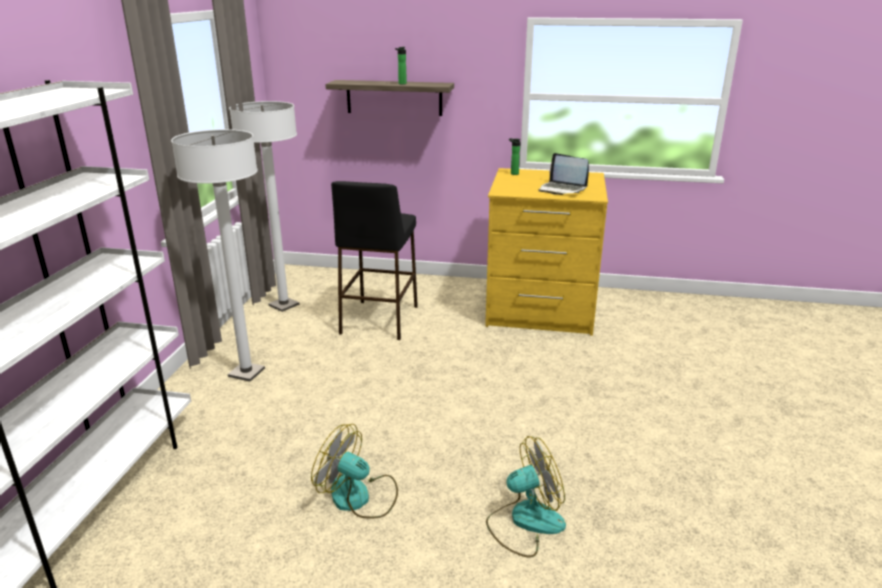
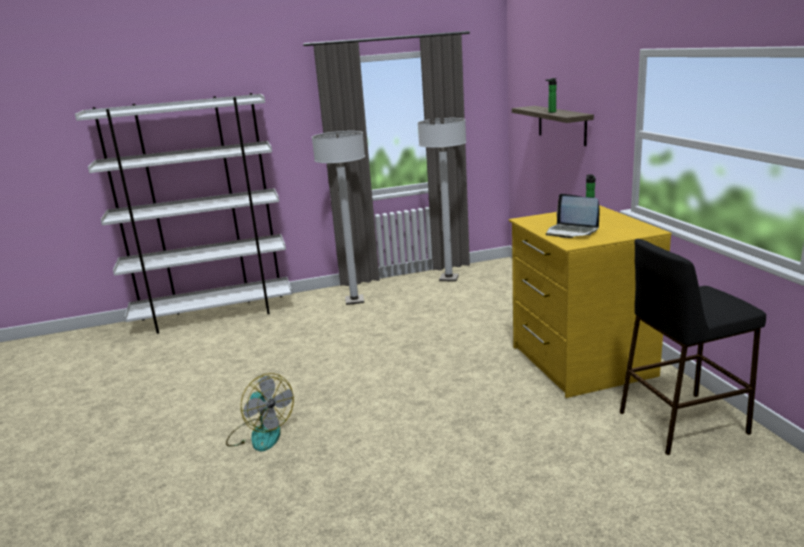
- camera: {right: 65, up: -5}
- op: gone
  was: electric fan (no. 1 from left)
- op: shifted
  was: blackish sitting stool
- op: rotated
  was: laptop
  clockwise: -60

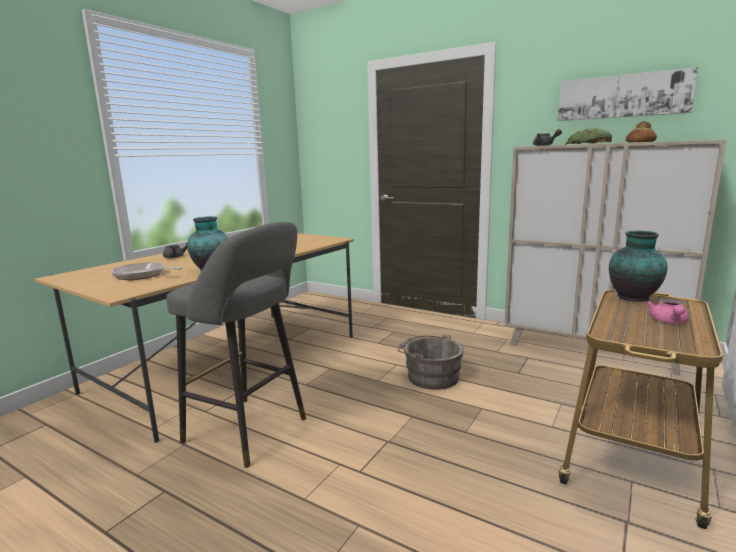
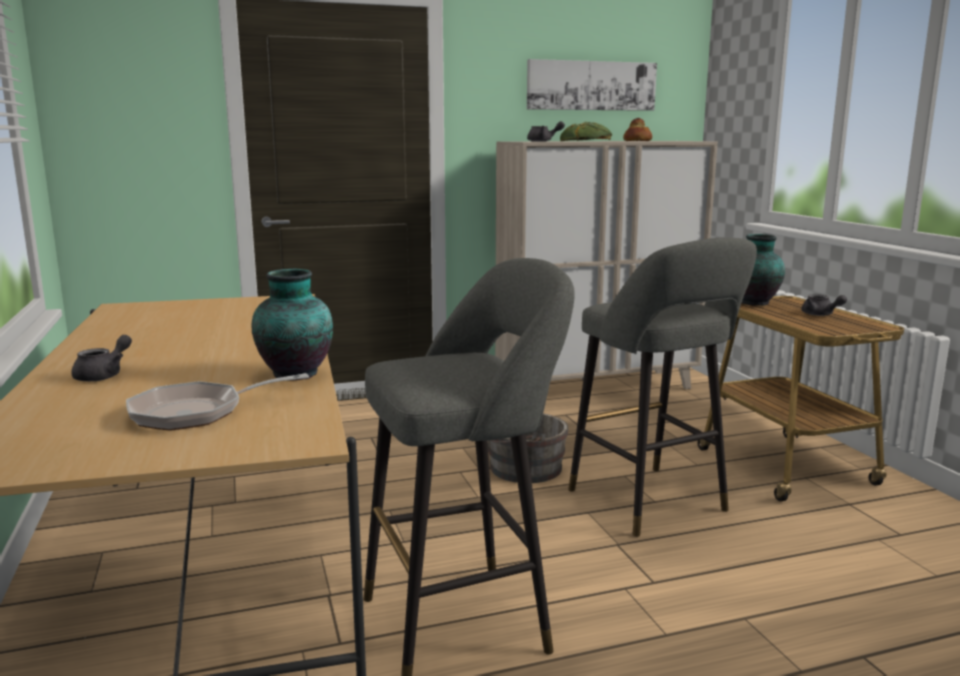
- camera: {right: -50, up: 0}
- op: repainted
  was: pink-coloured pot for tea
  now: grey pot for tea (no. 3 from left)
- op: new
  now: grey sitting stool (no. 2 from left)

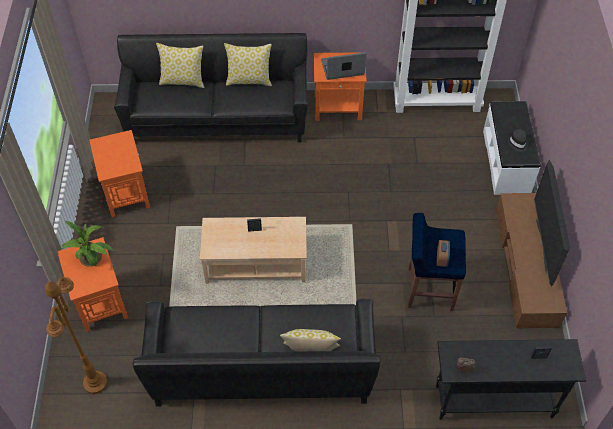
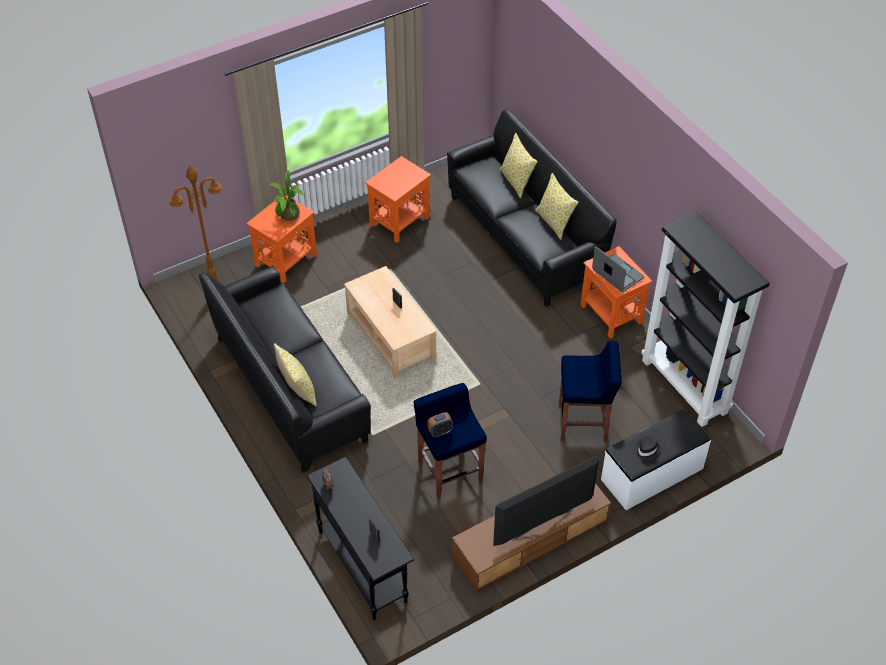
- camera: {right: 60, up: -5}
- op: new
  now: blue sitting stool (no. 2 from left)

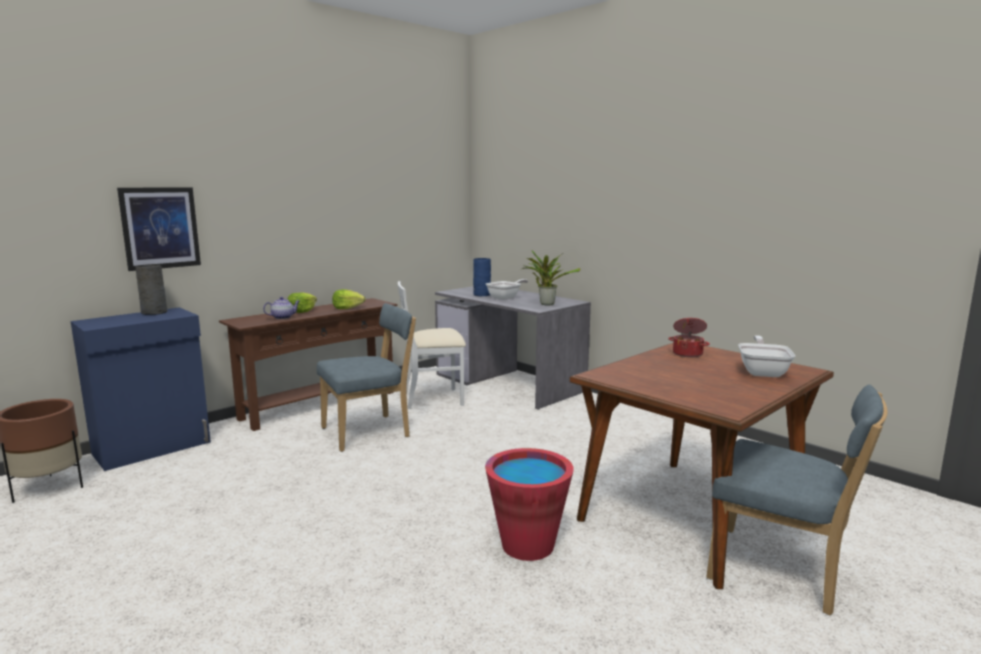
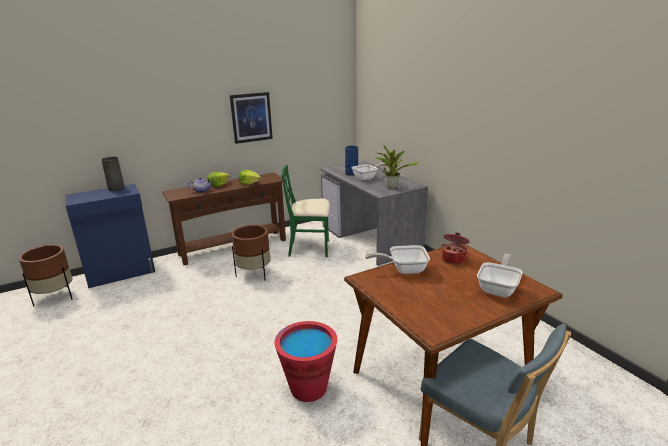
- camera: {right: 15, up: 10}
- op: shifted
  was: wall picture
- op: swapped
  was: blue chair (no. 1 from left)
  now: brown-coloured planter (no. 2 from left)
- op: repainted
  was: whitish chair
  now: greenish chair
- op: new
  now: skillet (no. 2 from left)

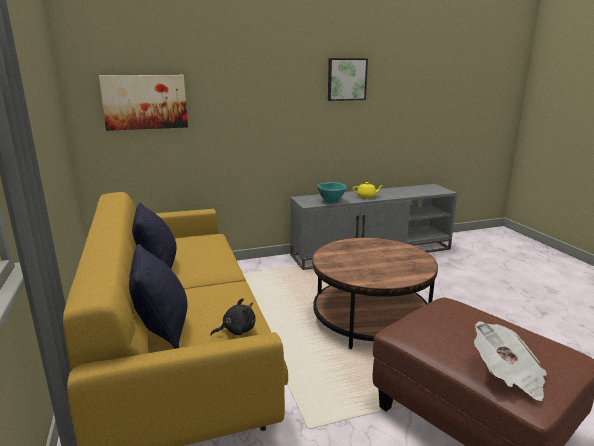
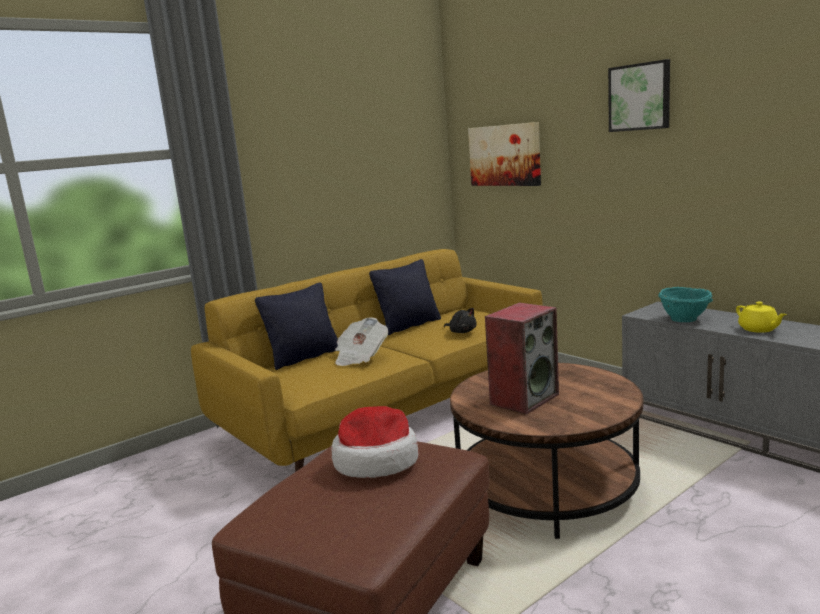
- camera: {right: 70, up: -5}
- op: shifted
  was: blackish soft toy
- op: shifted
  was: wall picture (no. 2 from left)
- op: shifted
  was: daily paper
- op: new
  now: hat
- op: new
  now: audio speaker

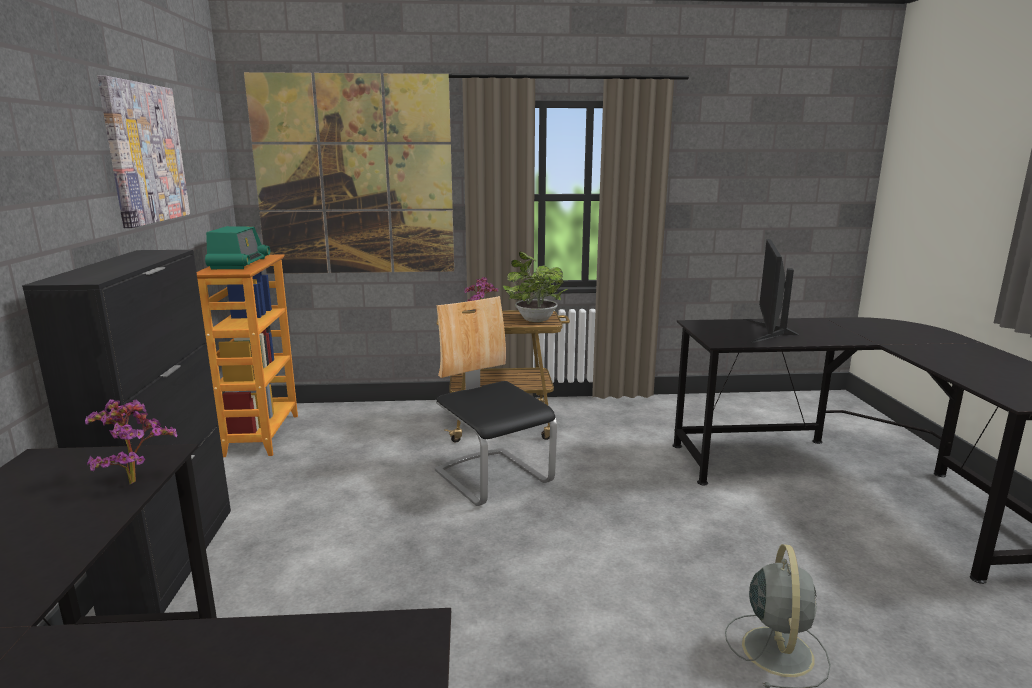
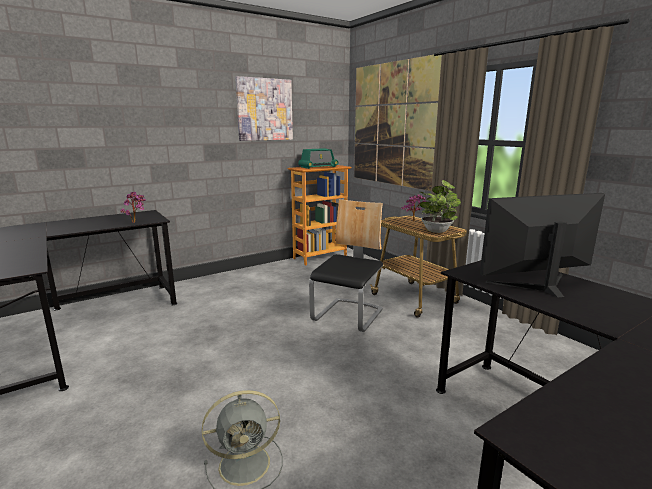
- camera: {right: 60, up: 0}
- op: gone
  was: blackish cupboard

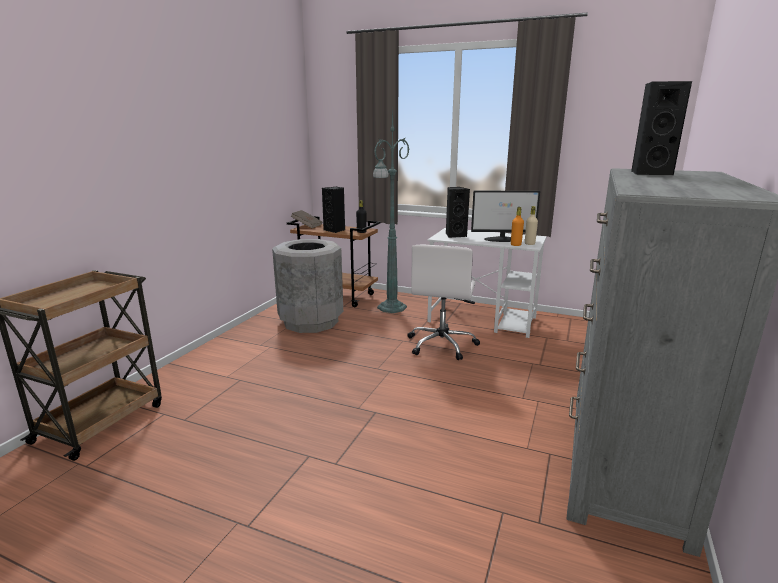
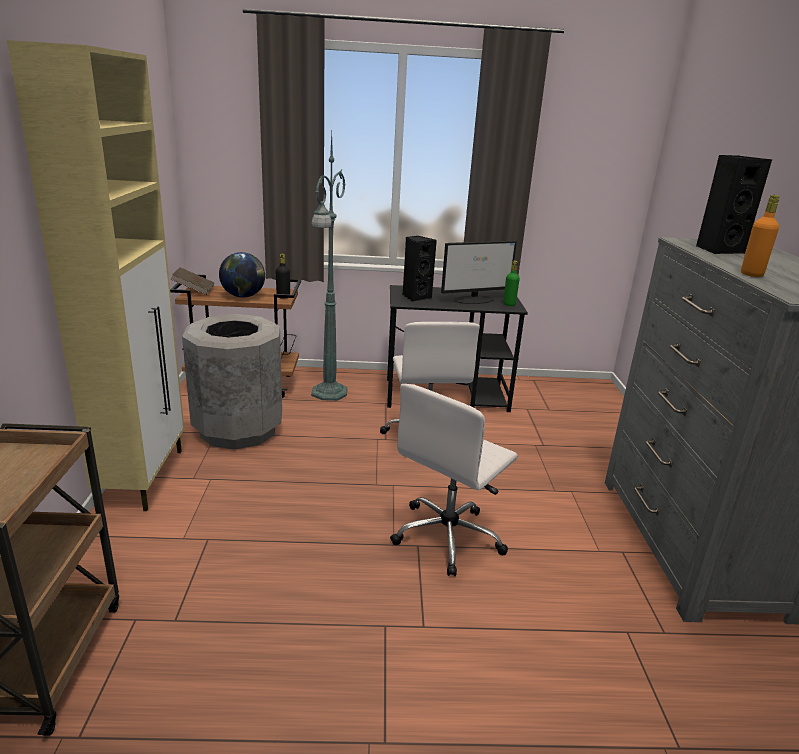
- camera: {right: -25, up: 5}
- op: swapped
  was: blackish audio speaker (no. 1 from left)
  now: globe
- op: repainted
  was: whitish desk
  now: blackish desk
- op: shifted
  was: orange bottle
- op: repainted
  was: sand-coloured bottle
  now: greenish bottle
- op: new
  now: sand-coloured cupboard
- op: new
  now: whitish office chair (no. 2 from left)

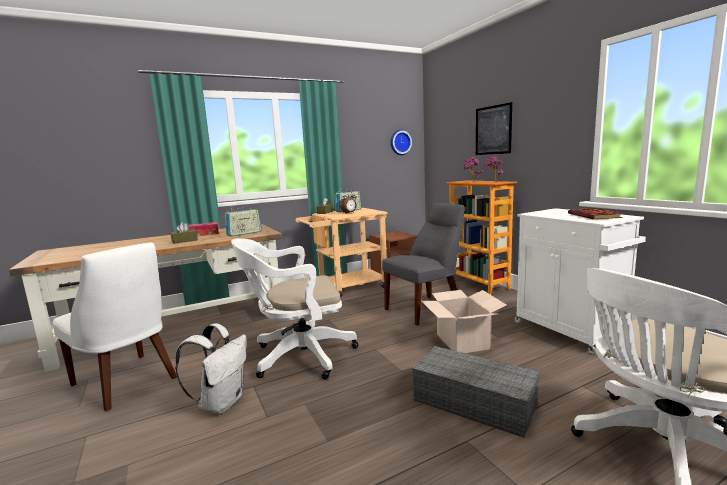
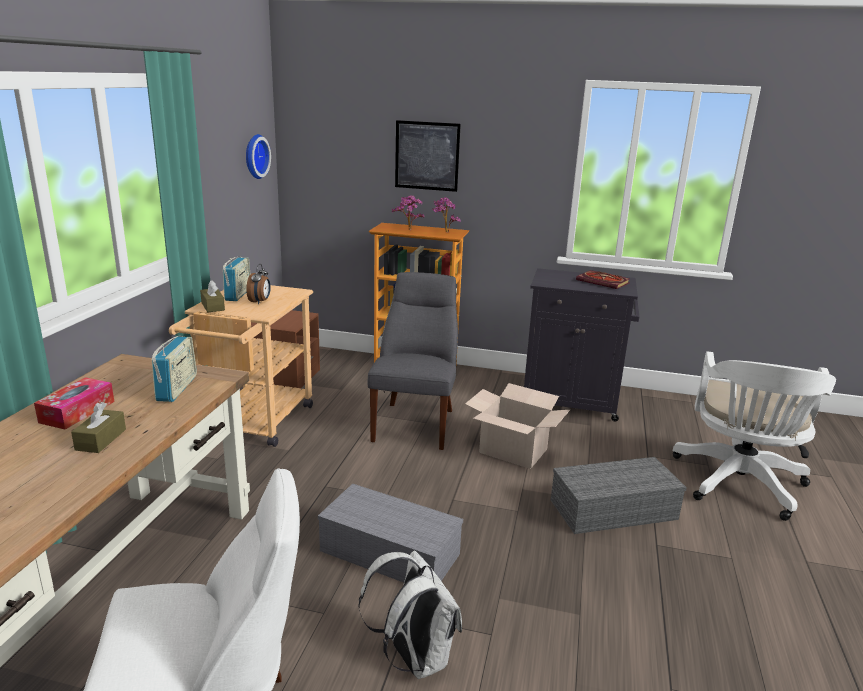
- camera: {right: -50, up: 10}
- op: swapped
  was: whitish office chair (no. 1 from left)
  now: grey storage bin (no. 1 from left)
- op: repainted
  was: whitish cupboard
  now: blackish cupboard

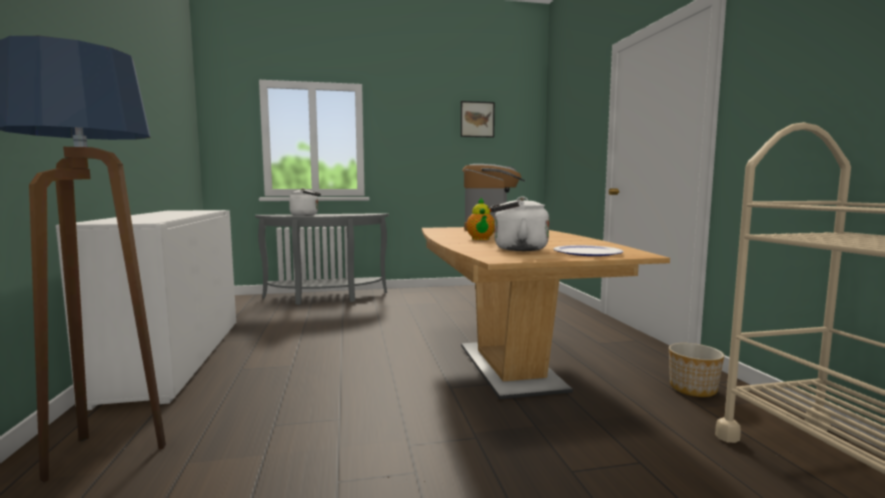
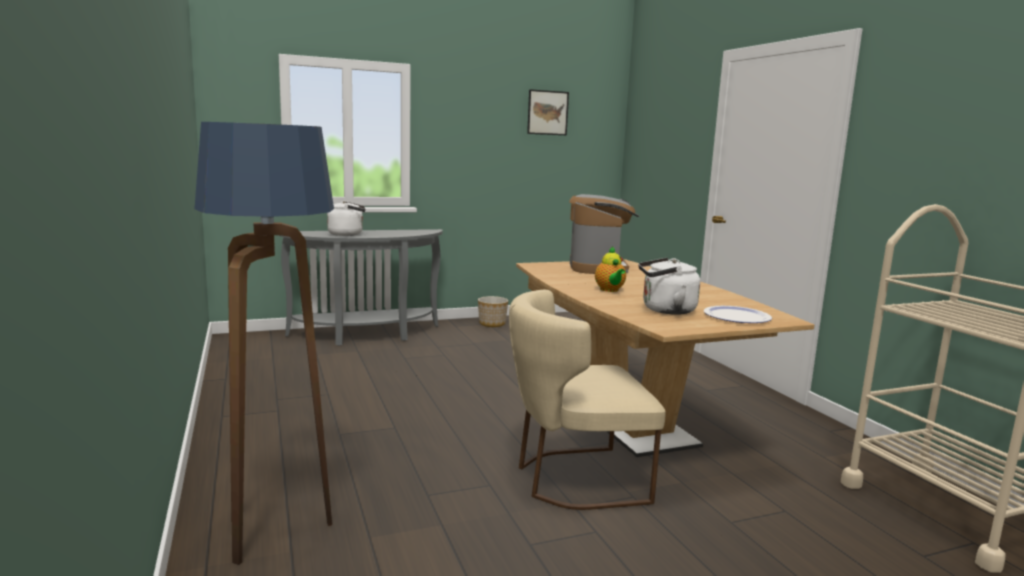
- camera: {right: -10, up: 5}
- op: gone
  was: whitish cupboard
- op: shifted
  was: planter
- op: new
  now: sand-coloured chair

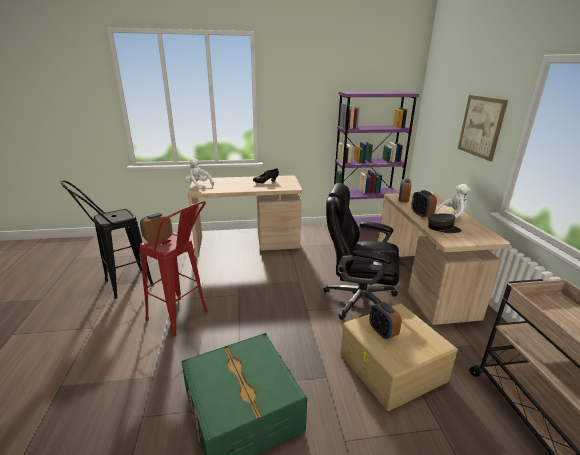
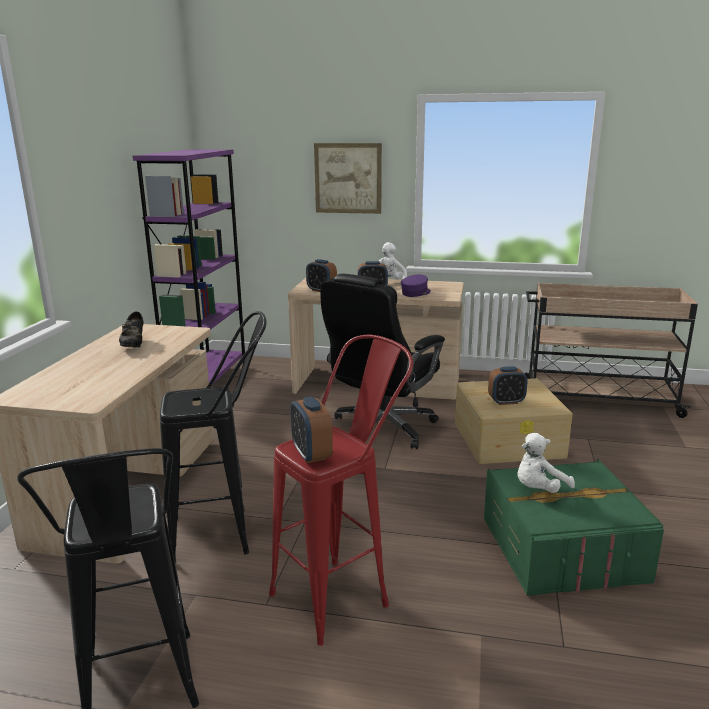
- camera: {right: -70, up: -5}
- op: shifted
  was: whitish soft toy (no. 1 from left in the first image)
  now: whitish soft toy (no. 2 from left)
- op: repainted
  was: grey baseball cap
  now: purple-coloured baseball cap
- op: new
  now: blackish sitting stool (no. 2 from left)

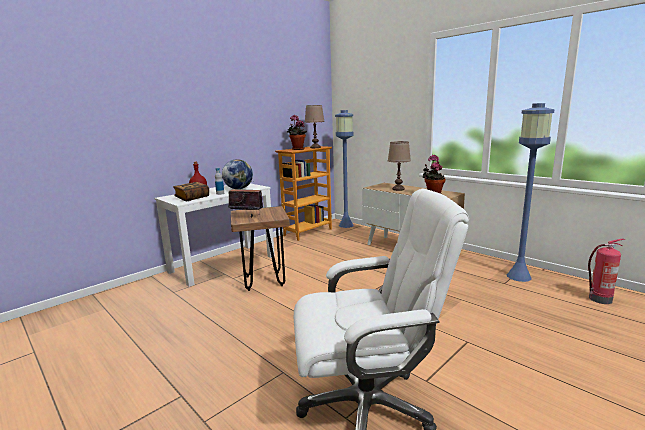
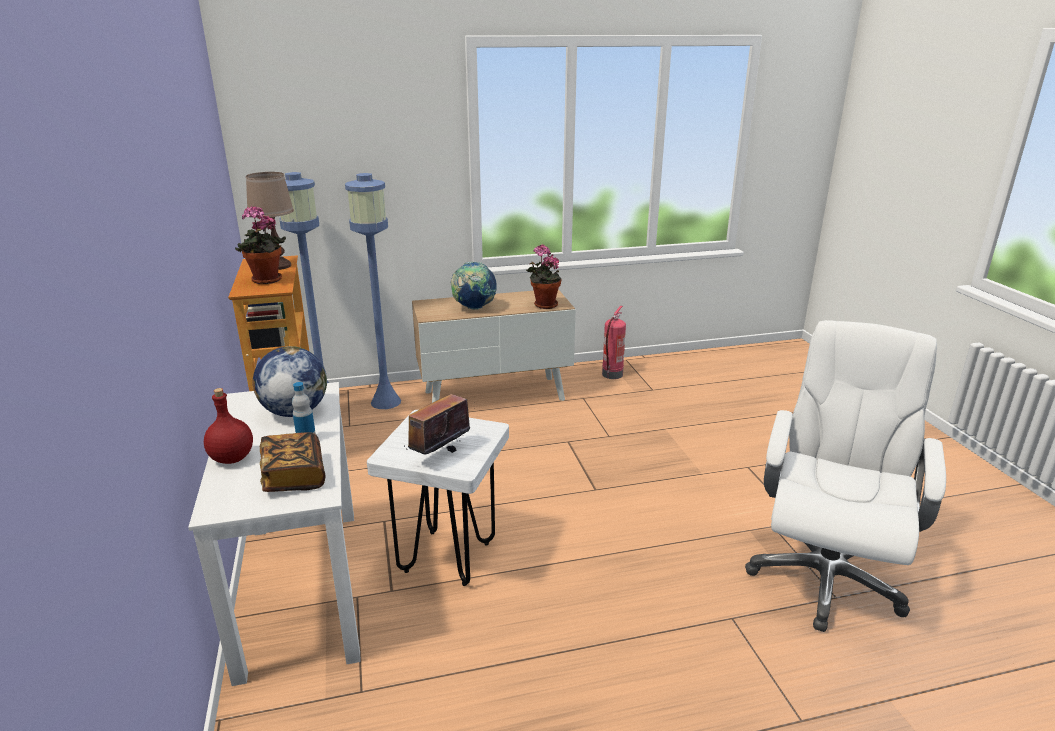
- camera: {right: -60, up: 10}
- op: repainted
  was: brown-coloured sitting stool
  now: whitish sitting stool
- op: swapped
  was: brown-coloured tabletop lamp (no. 2 from left)
  now: globe (no. 2 from left)
- op: shifted
  was: blue floor lamp (no. 2 from left)
- op: shifted
  was: extinguisher

